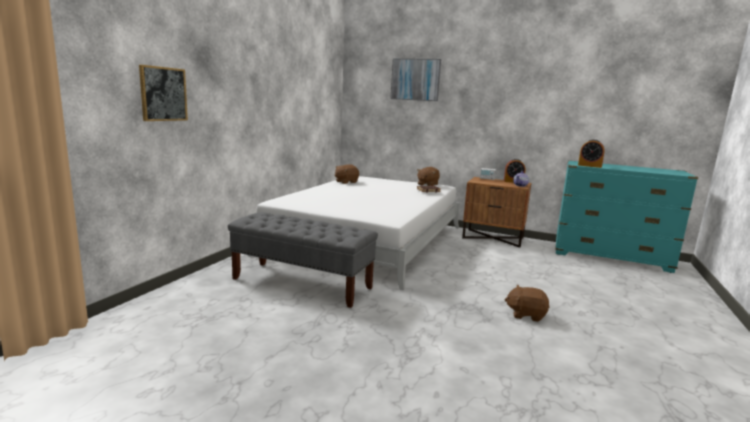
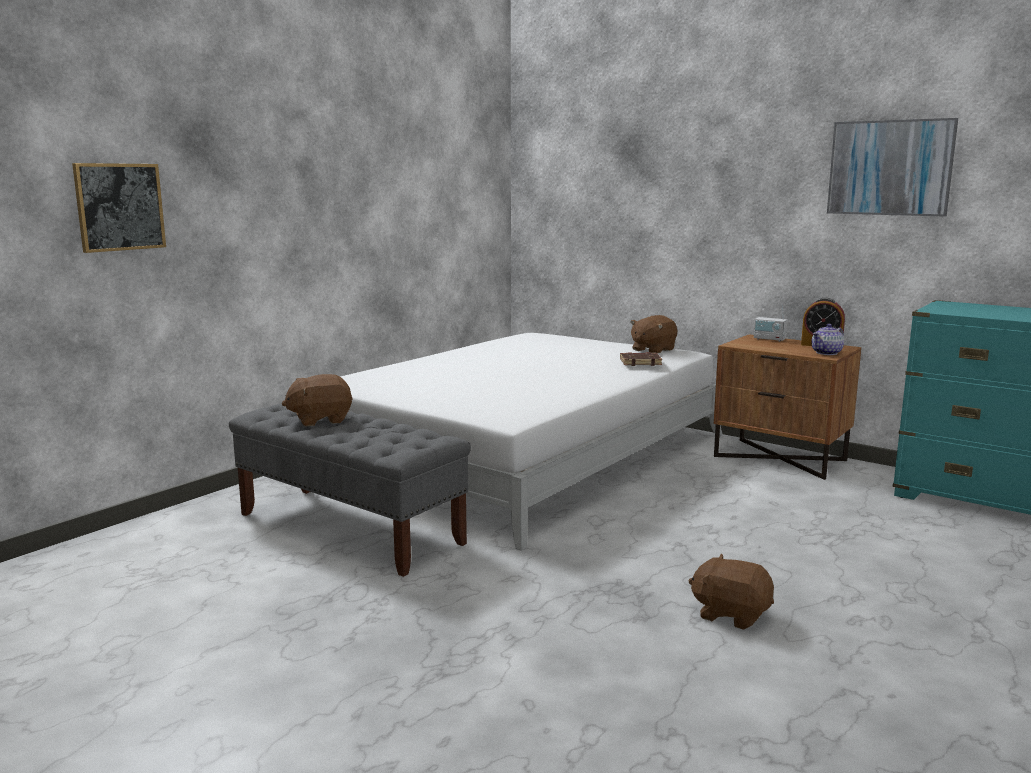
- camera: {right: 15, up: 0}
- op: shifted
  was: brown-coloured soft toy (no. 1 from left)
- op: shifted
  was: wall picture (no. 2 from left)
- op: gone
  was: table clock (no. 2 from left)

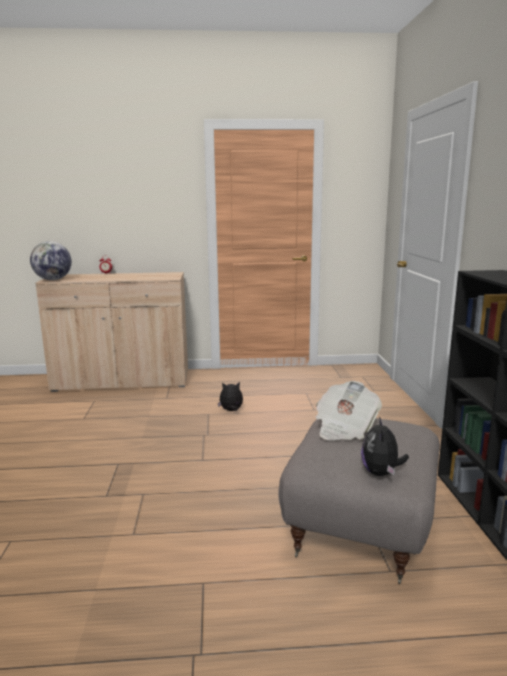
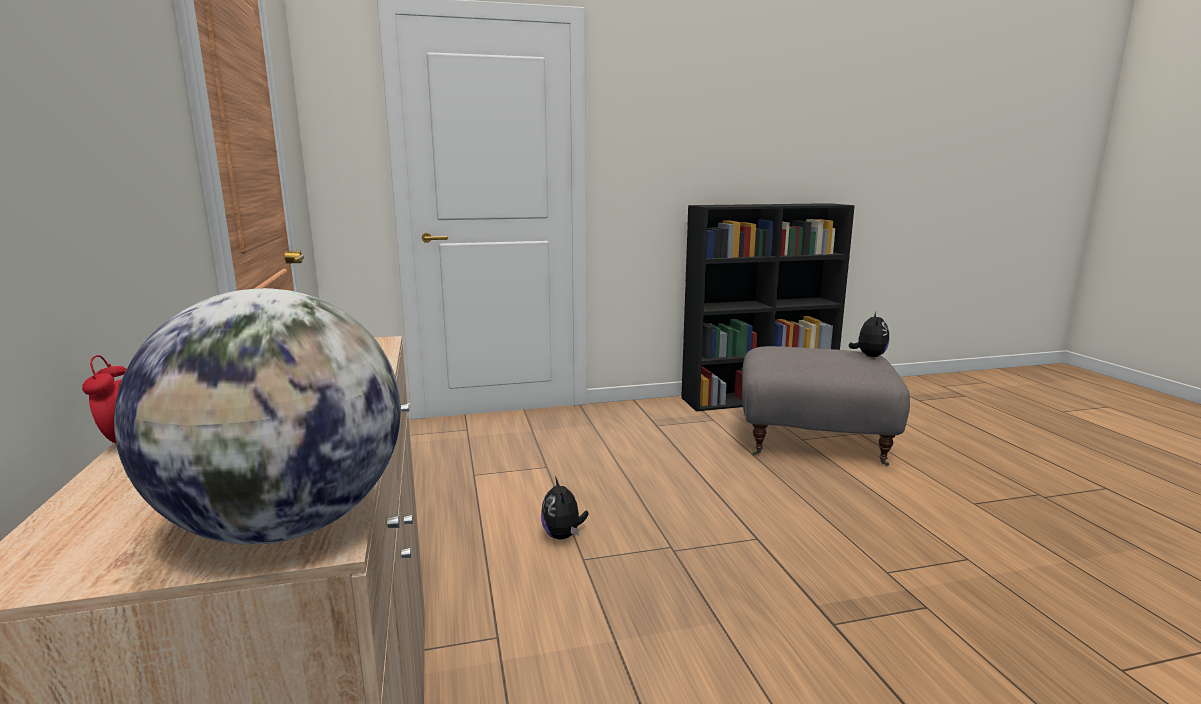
- camera: {right: -100, up: 0}
- op: gone
  was: daily paper
- op: rotated
  was: soft toy (no. 2 from left)
  clockwise: -75

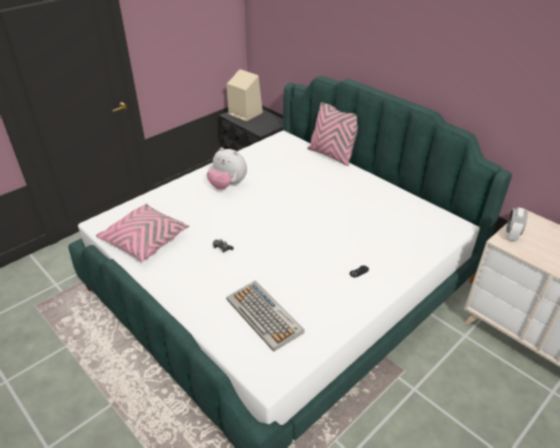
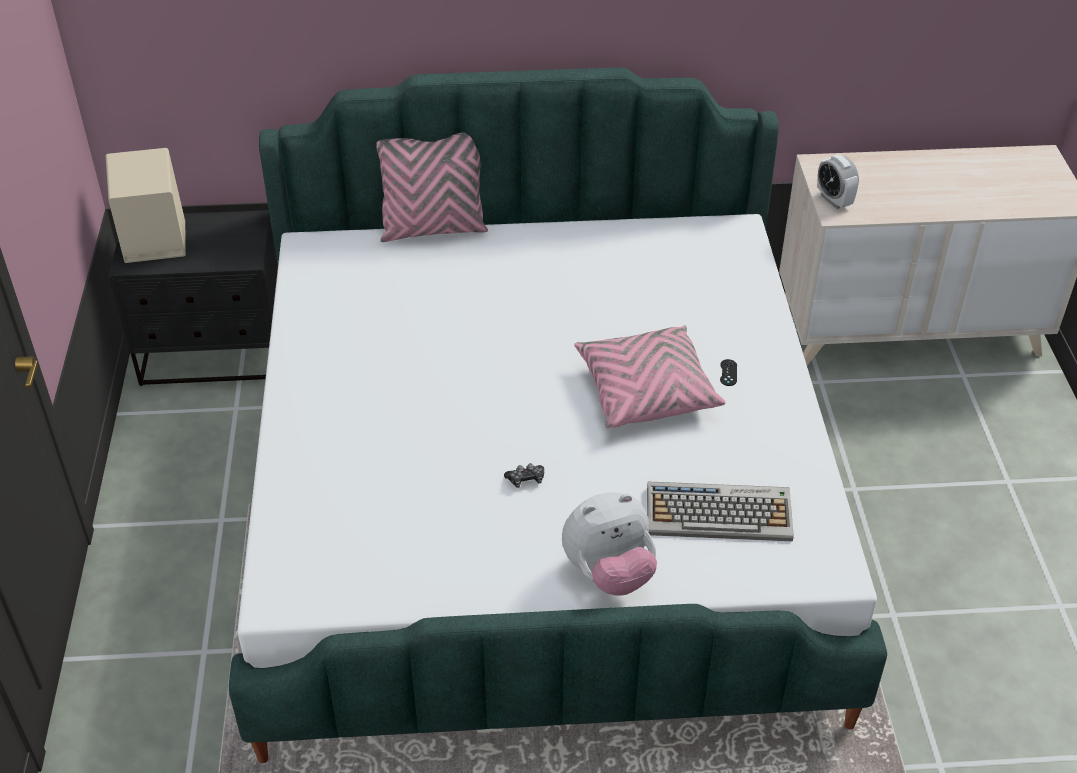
- camera: {right: -50, up: 5}
- op: shifted
  was: pink-coloured pillow (no. 1 from left in the first image)
  now: pink-coloured pillow (no. 2 from left)
- op: shifted
  was: soft toy

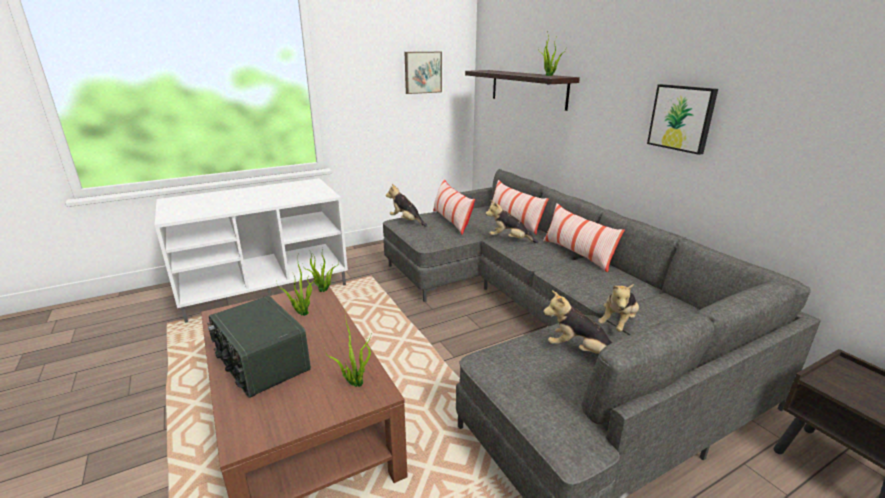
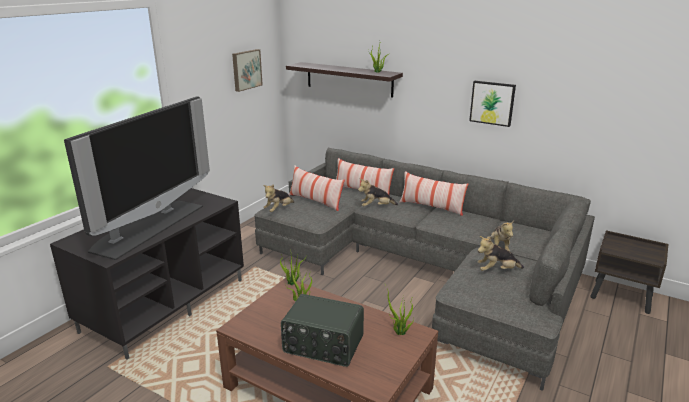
- camera: {right: -30, up: 0}
- op: repainted
  was: whitish media console
  now: blackish media console
- op: rotated
  was: soft toy (no. 1 from left)
  clockwise: -60
- op: new
  now: television

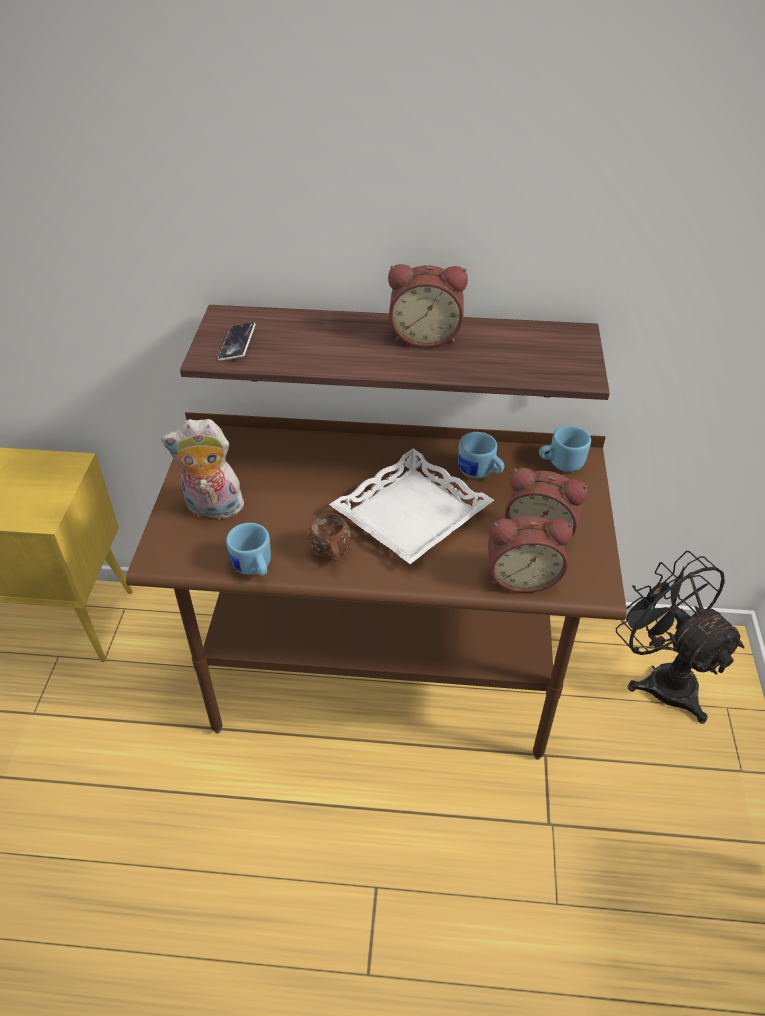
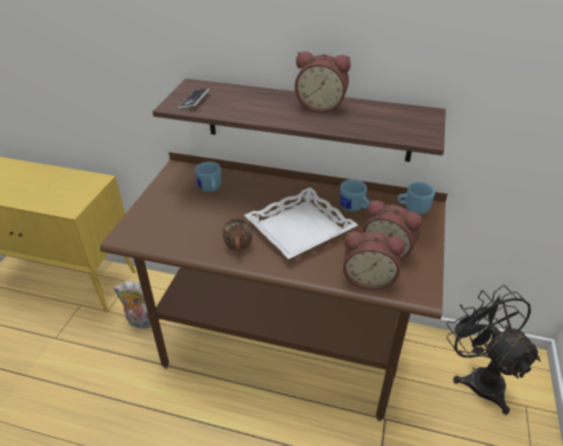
- camera: {right: 10, up: -5}
- op: shifted
  was: soft toy
- op: shifted
  was: blue mug (no. 1 from left)

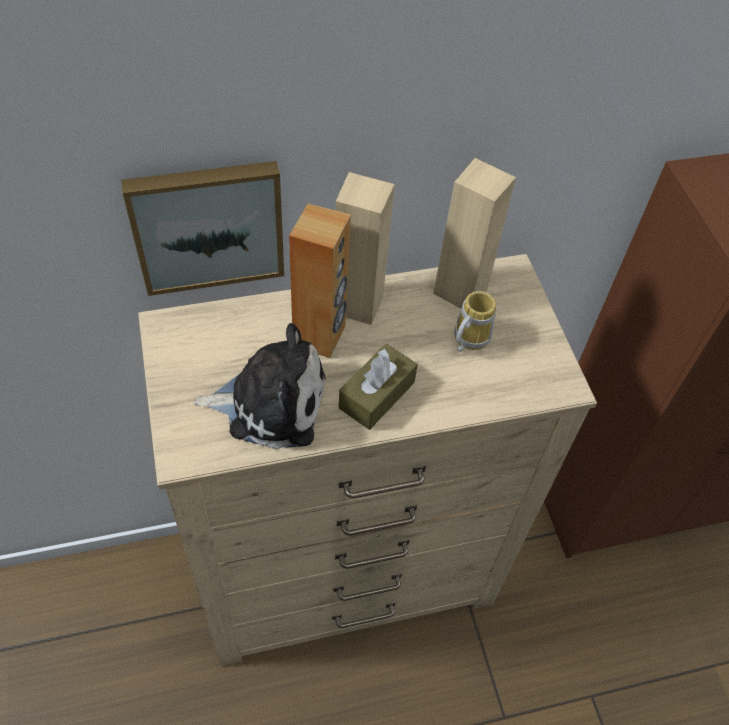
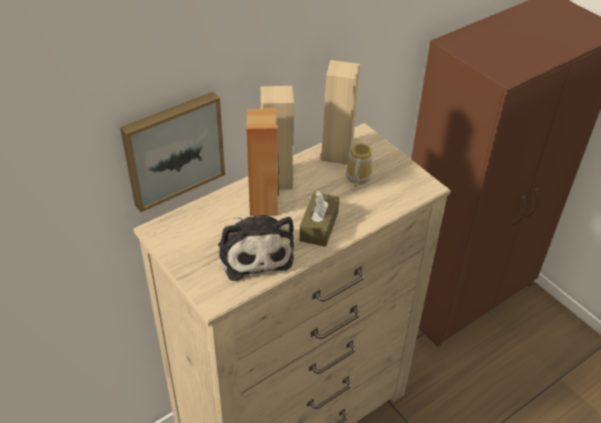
- camera: {right: -20, up: -10}
- op: rotated
  was: soft toy
  clockwise: 90

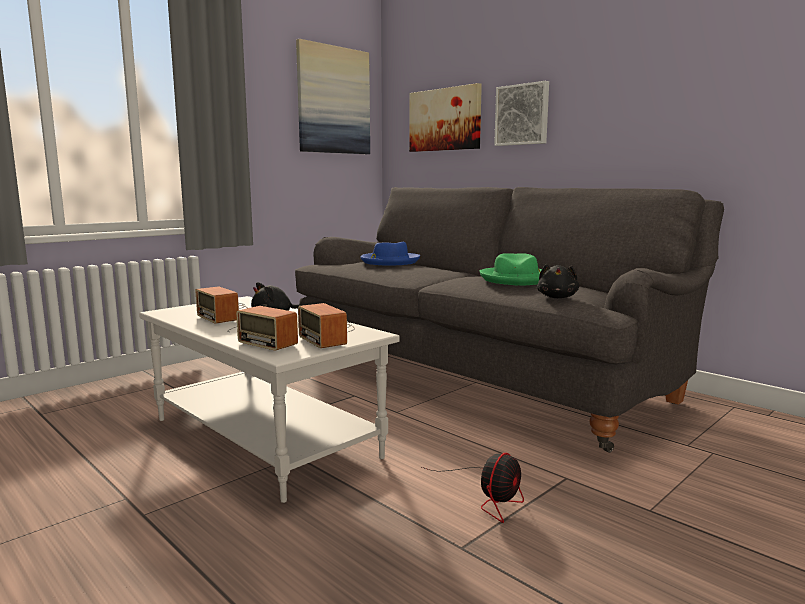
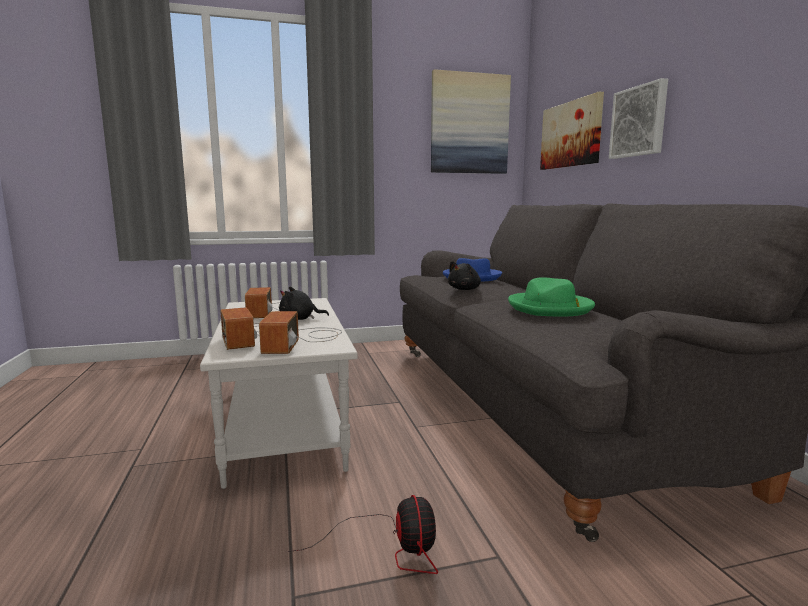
- camera: {right: 30, up: 0}
- op: rotated
  was: electric fan
  clockwise: -75
- op: shifted
  was: blackish soft toy (no. 2 from left)

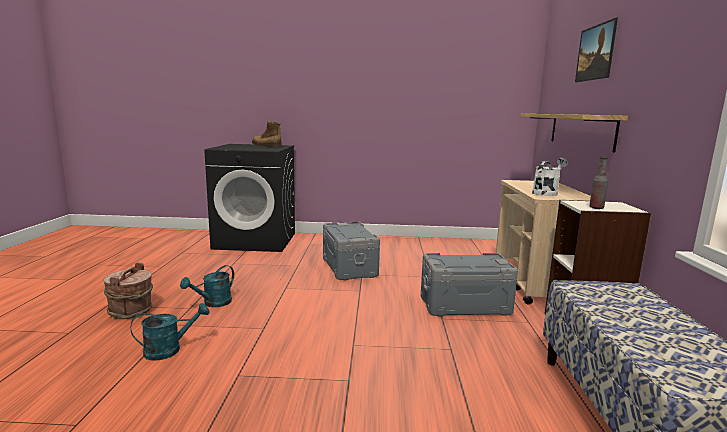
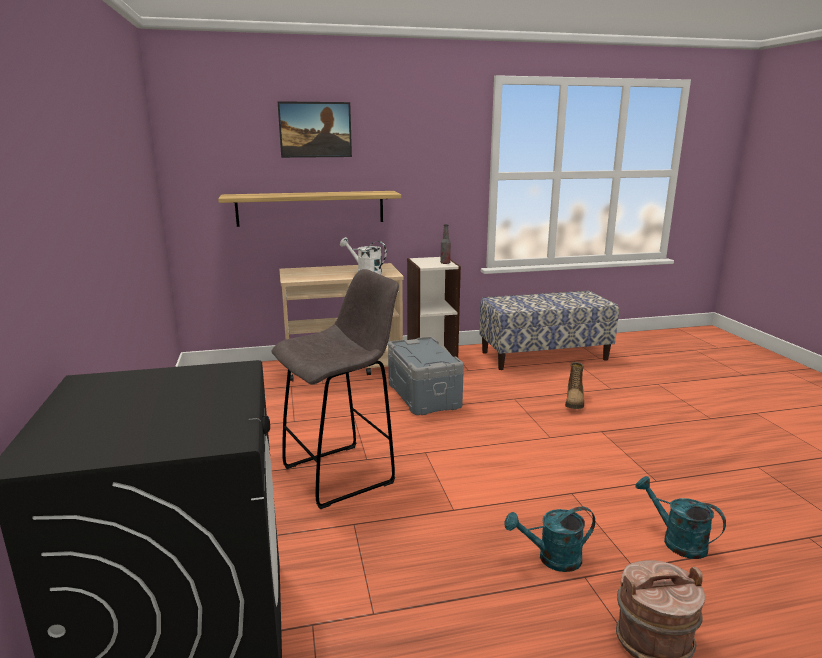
- camera: {right: -105, up: 5}
- op: rotated
  was: blue-green watering can (no. 2 from left in the first image)
  clockwise: 150
- op: shifted
  was: high-top boot
- op: swapped
  was: grey storage bin (no. 1 from left)
  now: grey sitting stool

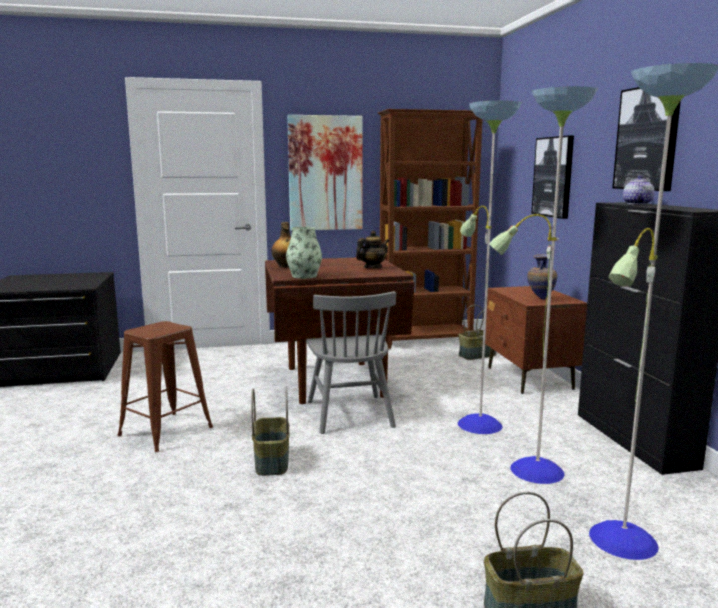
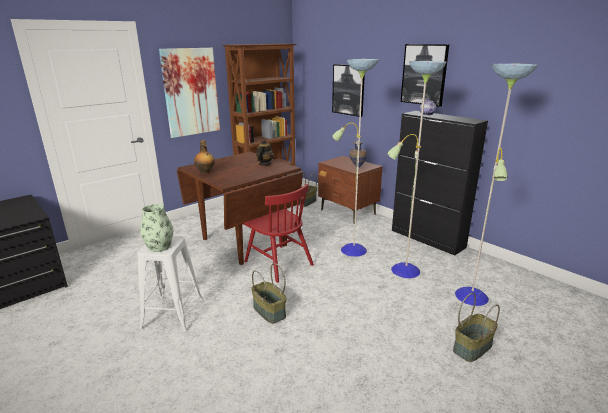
- camera: {right: -30, up: 10}
- op: repainted
  was: brown-coloured sitting stool
  now: whitish sitting stool
- op: shifted
  was: flower vase (no. 1 from left)
- op: repainted
  was: grey chair
  now: red chair

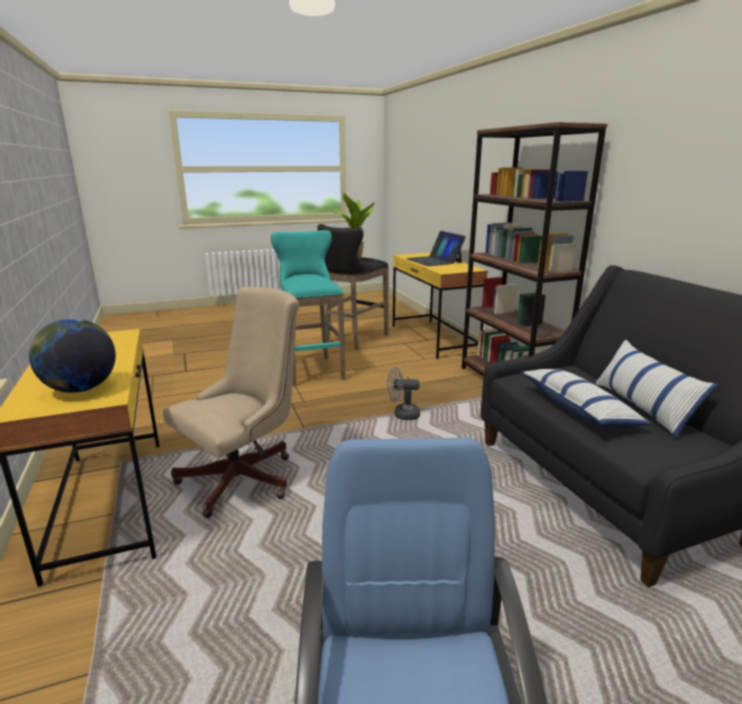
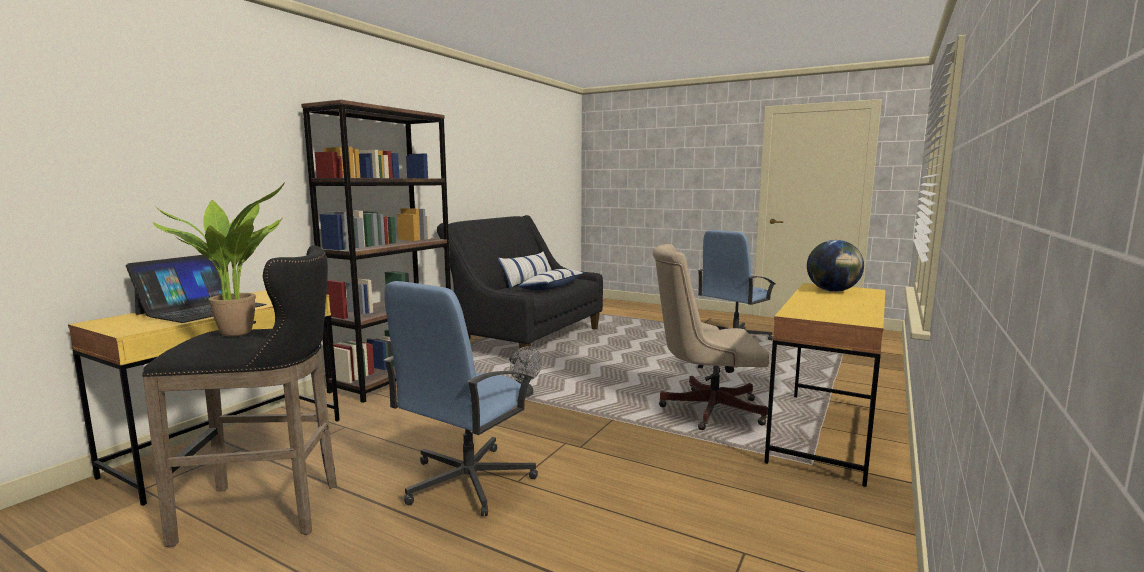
- camera: {right: -130, up: -10}
- op: swapped
  was: blue-green sitting stool
  now: blue office chair (no. 1 from left)

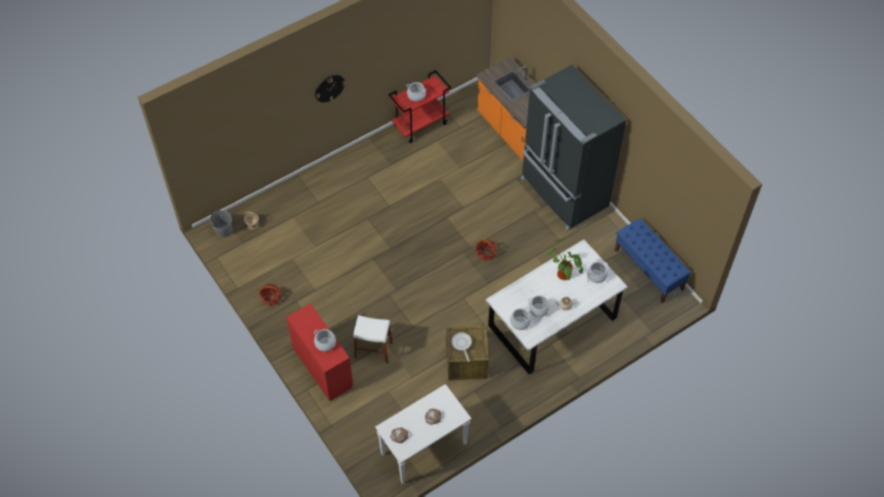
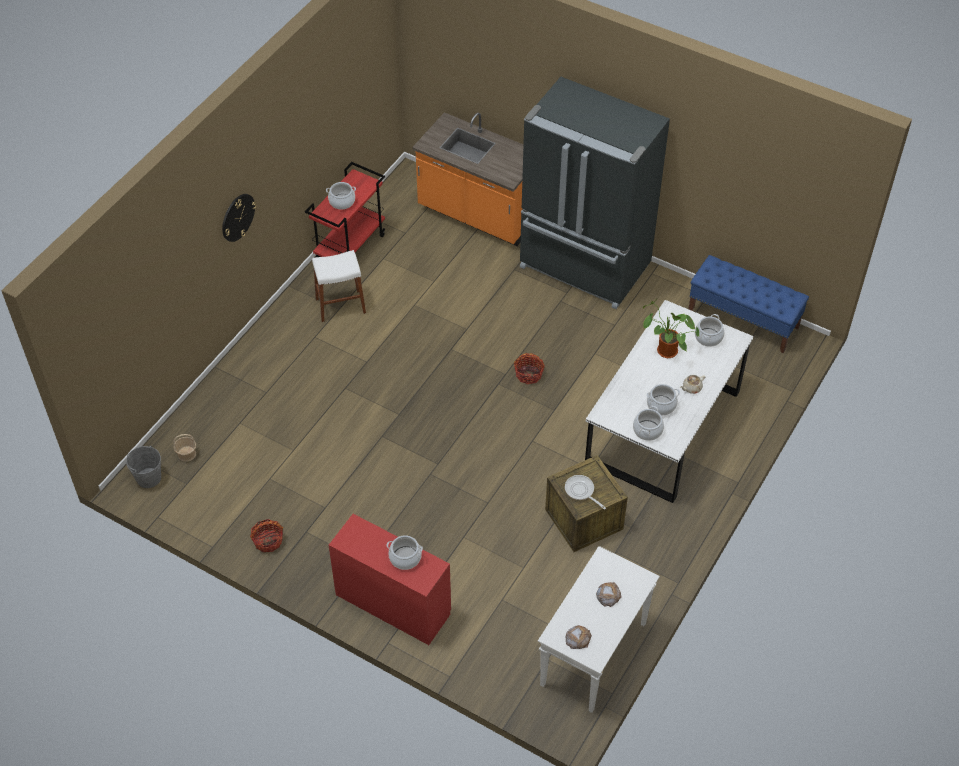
- camera: {right: -25, up: -5}
- op: shifted
  was: whitish sitting stool

